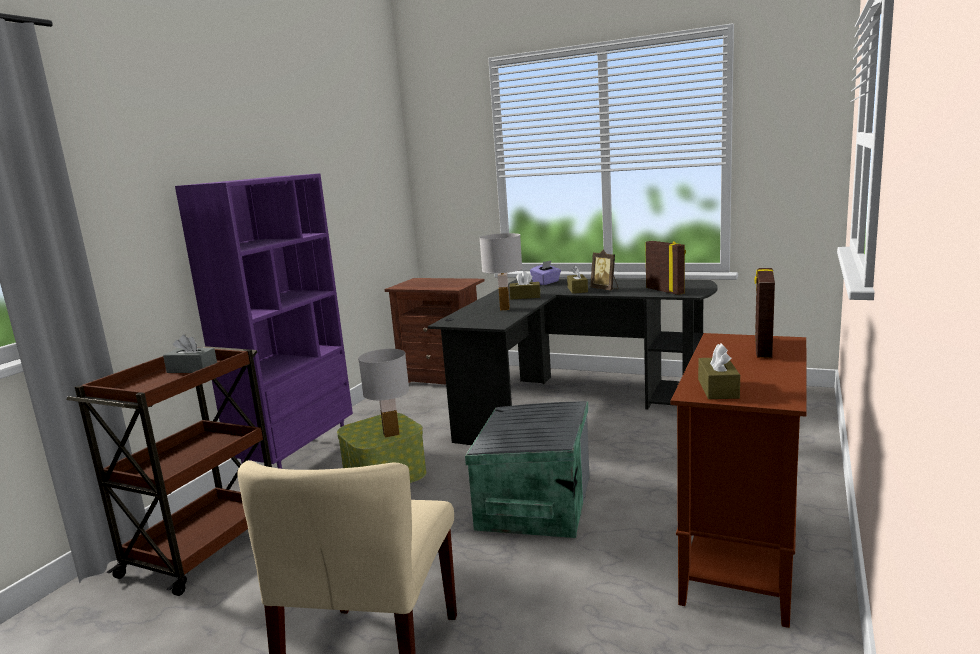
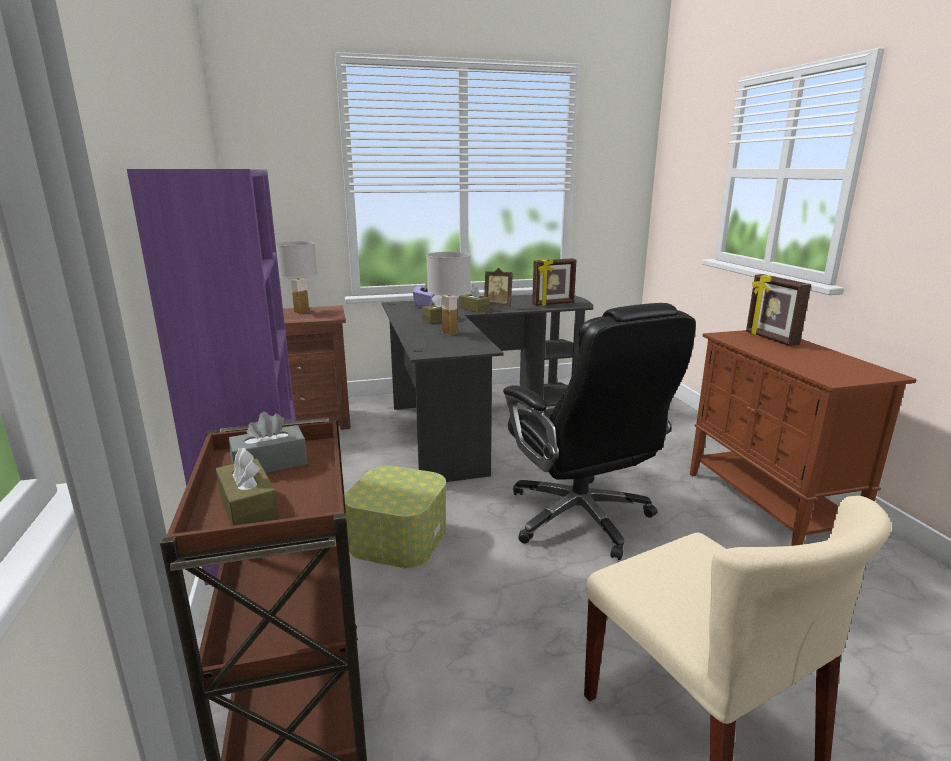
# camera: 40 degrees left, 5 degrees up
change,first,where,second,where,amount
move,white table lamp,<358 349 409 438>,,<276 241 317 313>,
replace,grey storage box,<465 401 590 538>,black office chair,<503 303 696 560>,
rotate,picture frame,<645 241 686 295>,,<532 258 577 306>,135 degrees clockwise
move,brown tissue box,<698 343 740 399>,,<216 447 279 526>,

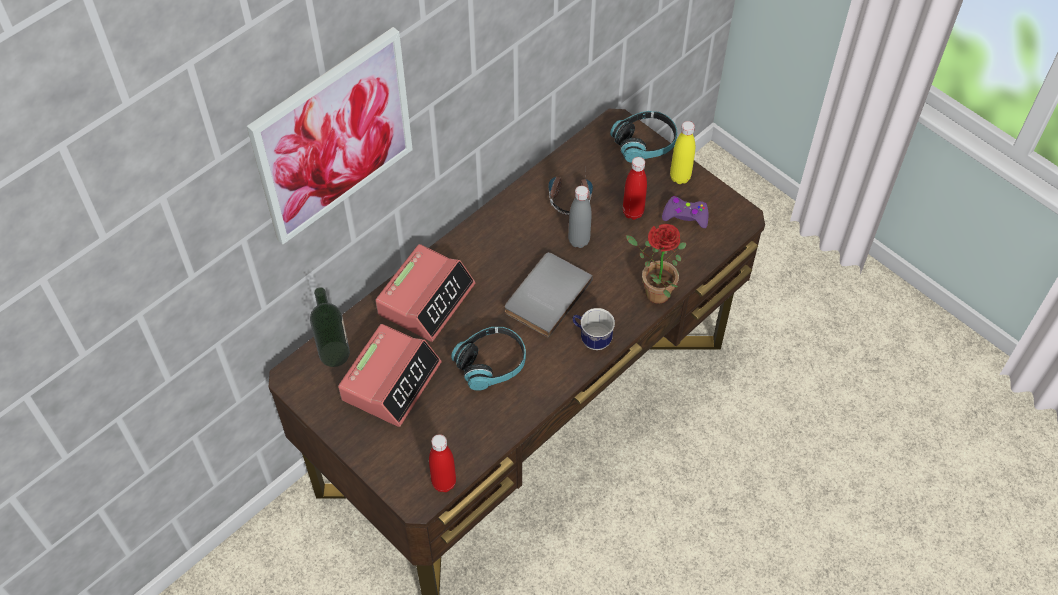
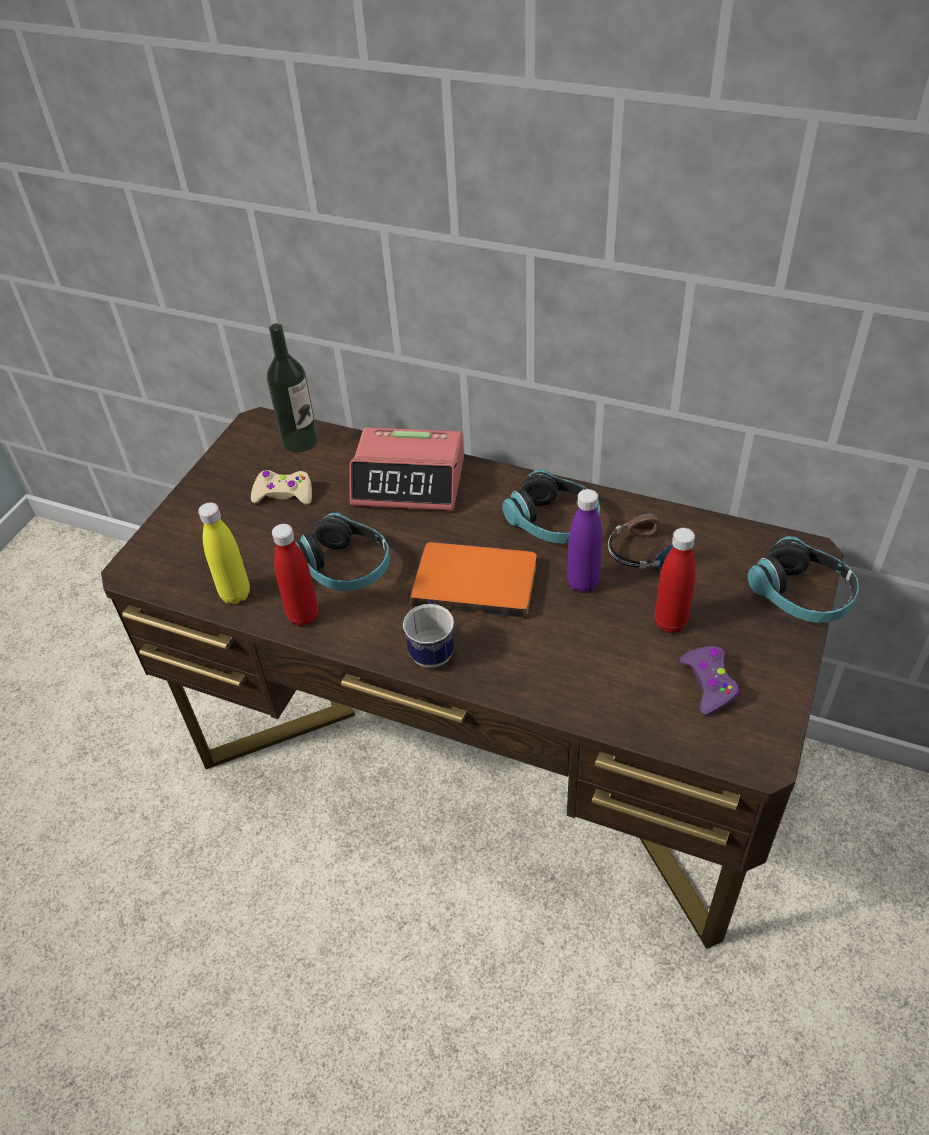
# camera: 70 degrees right, 10 degrees down
change,first,where,second,where,amount
delete,picture,<247 27 413 245>,,,
replace,alarm clock,<338 324 442 427>,beige game controller,<251 470 312 505>,
move,red bottle,<429 434 456 492>,,<272 524 319 626>,
recolor,grey book,<505 252 593 338>,orange book,<410 542 537 618>,
recolor,grey bottle,<568 186 592 248>,purple bottle,<567 489 602 593>,
delete,potted plant,<626 224 686 304>,,,
move,yellow bottle,<670 121 695 184>,,<198 503 250 604>,
insert,,,headphones,<502 470 600 543>,

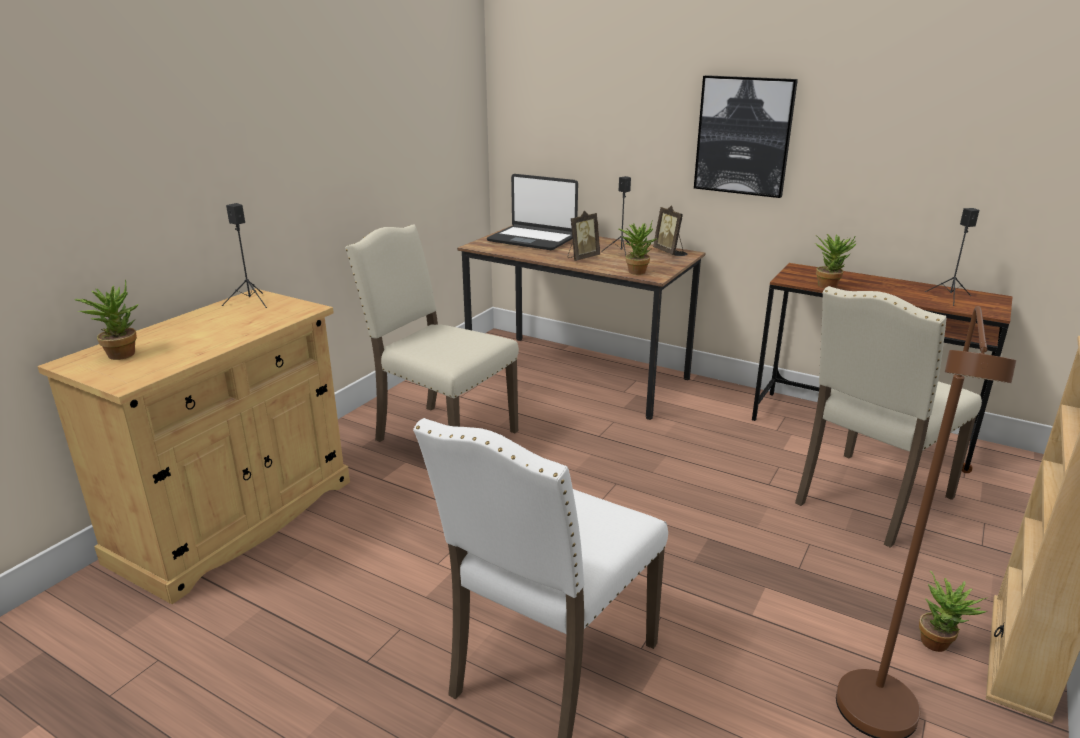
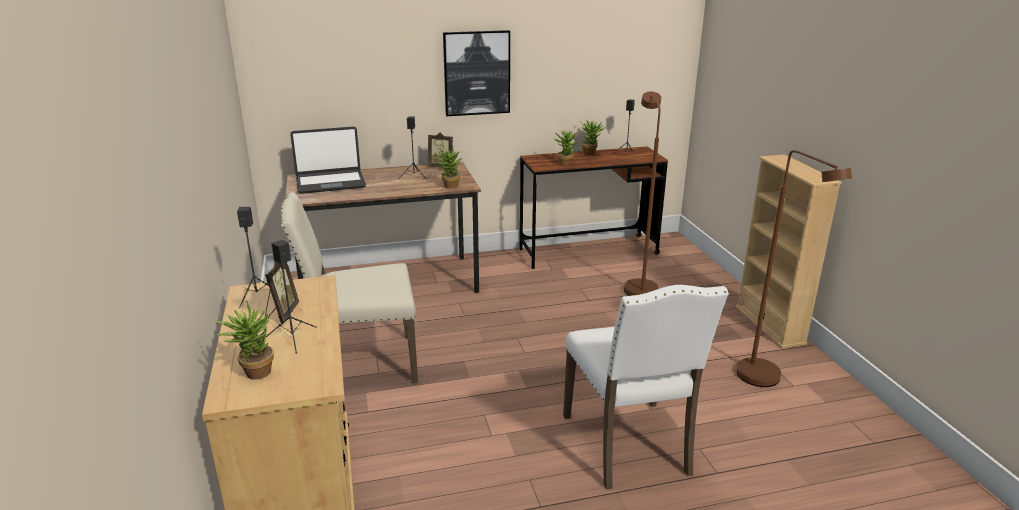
# camera: 45 degrees left, 0 degrees up
change,first,where,second,where,amount
move,picture frame,<567 211 600 261>,,<265 261 299 323>,
replace,beige chair,<795 286 982 548>,brown floor lamp,<624 91 661 296>,
move,potted plant,<919 570 988 652>,,<580 120 605 155>,
insert,,,black speaker,<266 240 317 354>,

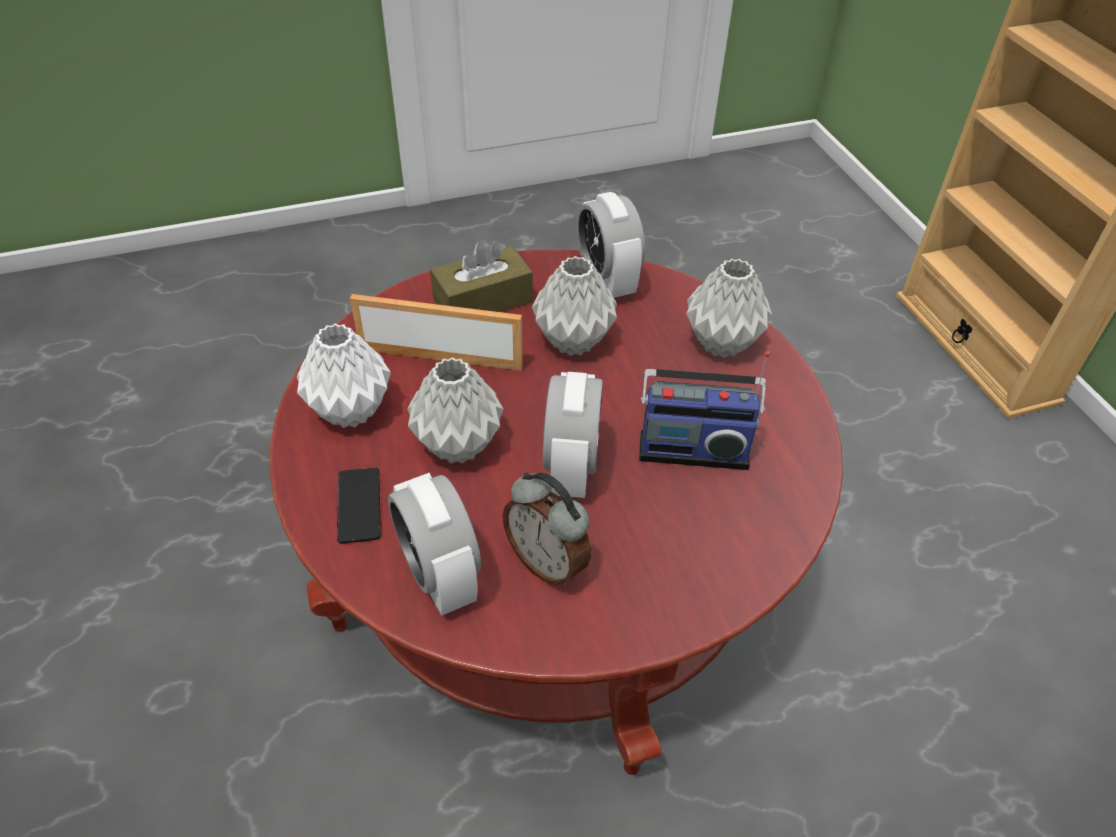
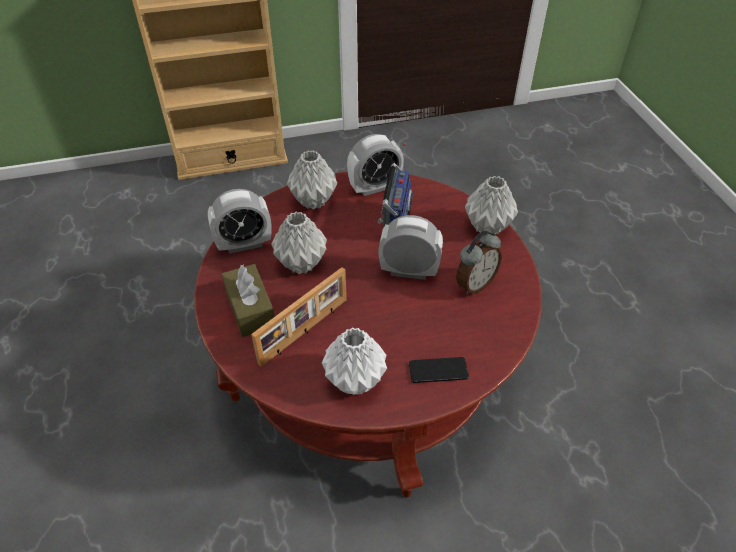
# camera: 85 degrees left, 0 degrees up
change,first,where,second,where,amount
rotate,picture frame,<350 294 523 371>,,<251 267 347 367>,150 degrees counterclockwise
move,alarm clock,<388 473 481 616>,,<347 134 404 196>,
move,grey vase,<407 357 504 464>,,<465 176 518 234>,

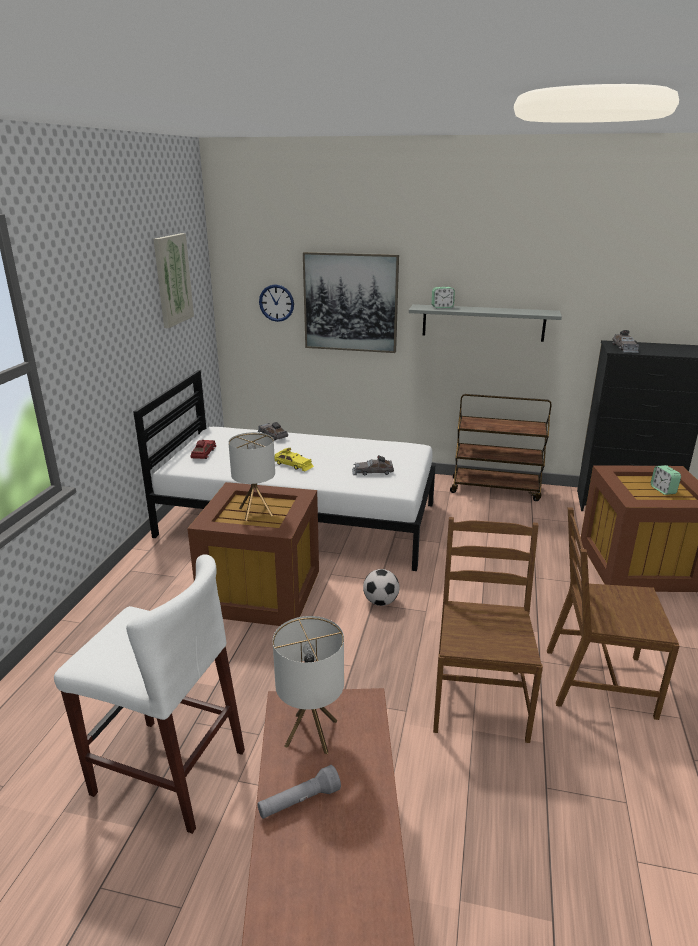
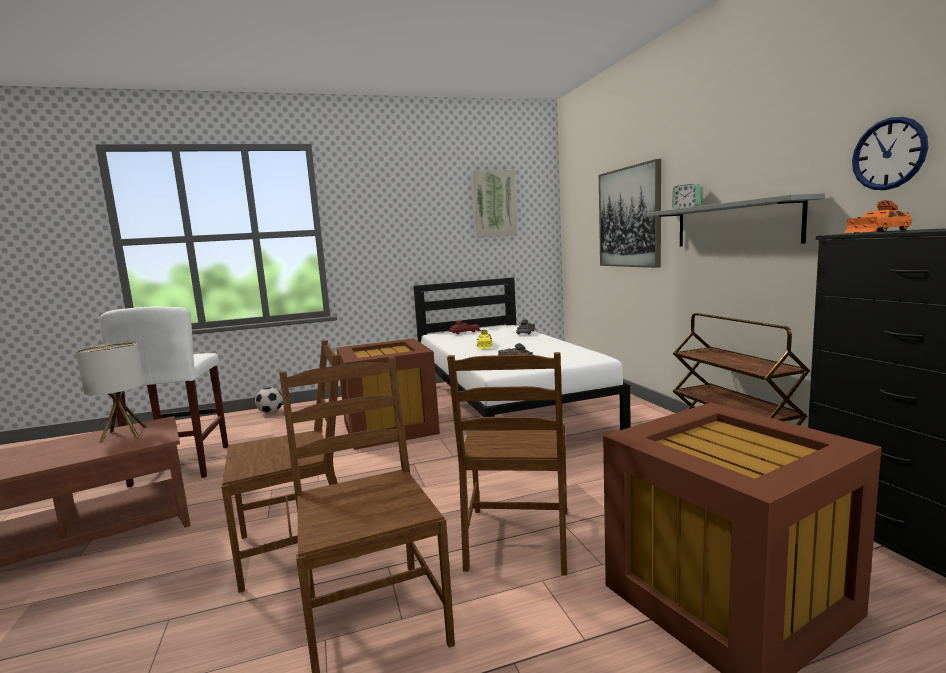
# camera: 60 degrees right, 15 degrees down
change,first,where,second,where,amount
delete,table lamp,<228 432 275 521>,,,
delete,grey flashlight,<257 765 341 819>,,,
move,wall clock,<259 284 294 322>,,<852 117 929 190>,
move,football,<363 569 400 606>,,<255 387 283 413>,
recolor,grey toy car,<612 330 639 353>,orange toy car,<843 200 912 233>,
delete,alarm clock,<651 465 681 495>,,,
insert,,,brown chair,<447 352 567 575>,

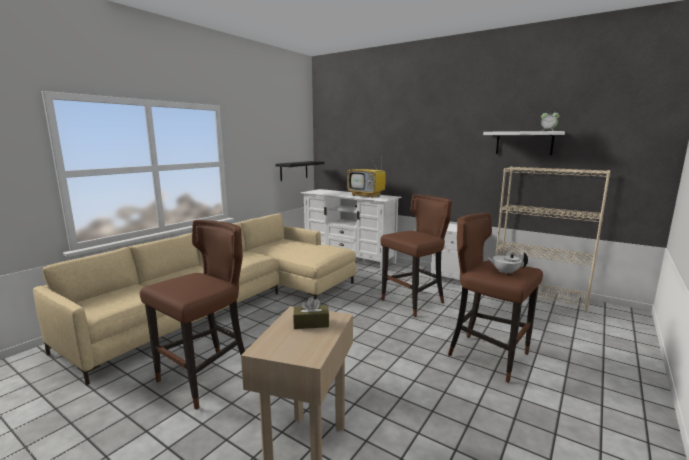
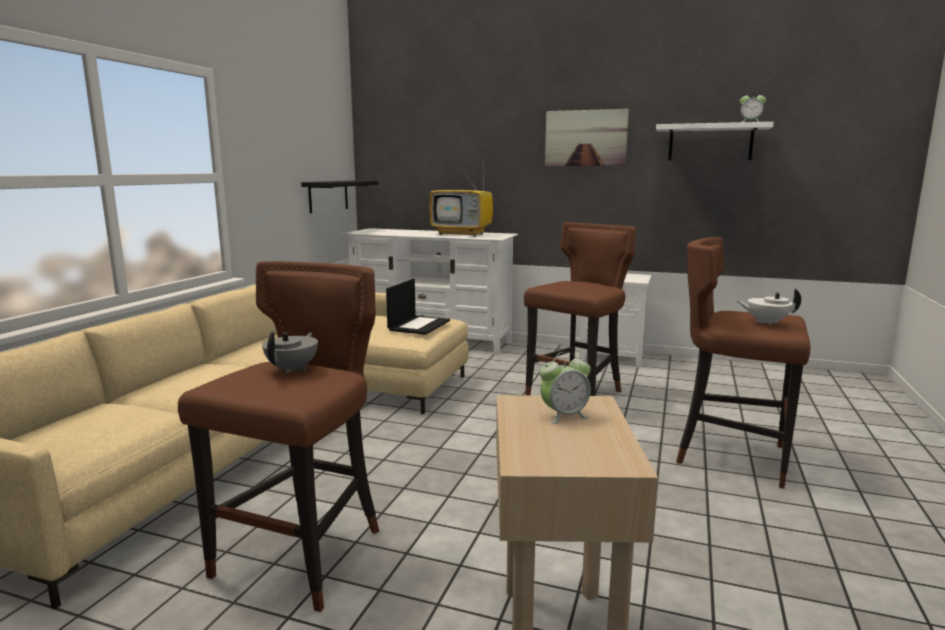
# camera: 15 degrees left, 0 degrees up
change,first,where,second,where,amount
replace,brown tissue box,<293 297 329 329>,alarm clock,<540 352 591 424>,
delete,beige bookcase,<496 166 610 312>,,,
insert,,,grey teapot,<262 331 318 374>,
insert,,,laptop,<386 279 450 335>,
insert,,,picture,<545 109 629 166>,

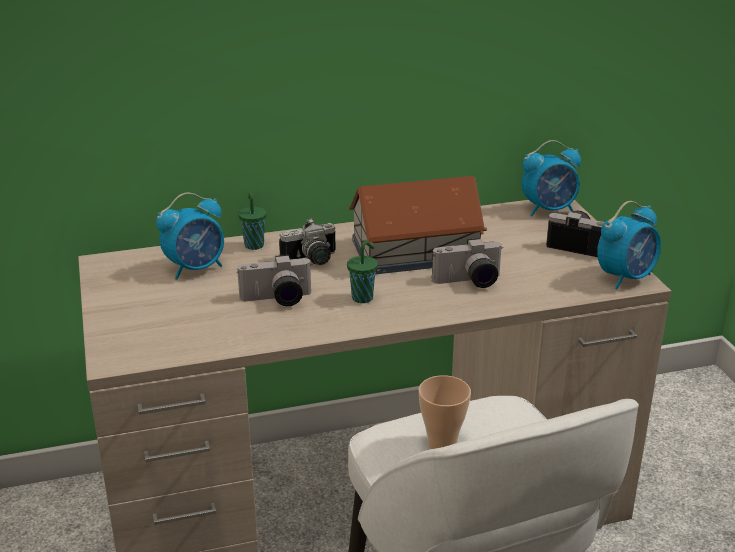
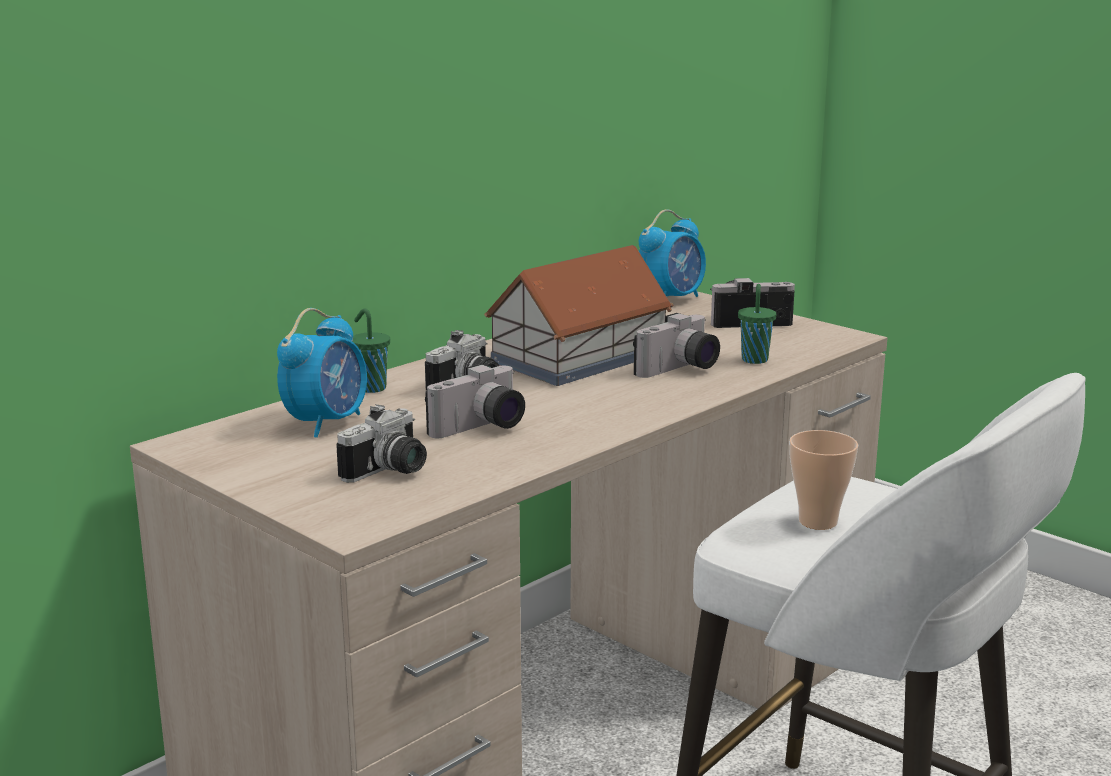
# camera: 30 degrees left, 10 degrees down
change,first,where,second,where,amount
move,green cup,<347 241 378 303>,,<738 284 776 364>,
delete,alarm clock,<597 201 661 290>,,,
insert,,,photo camera,<336 404 427 483>,

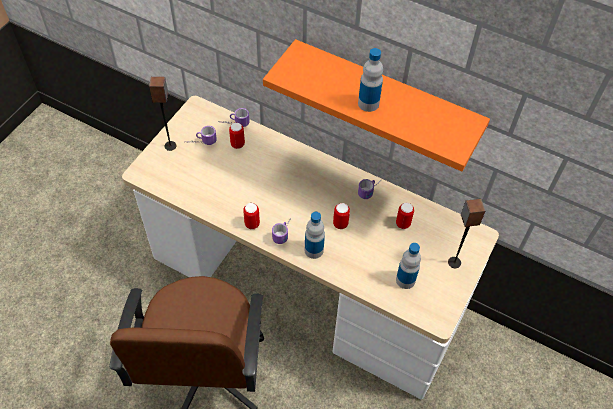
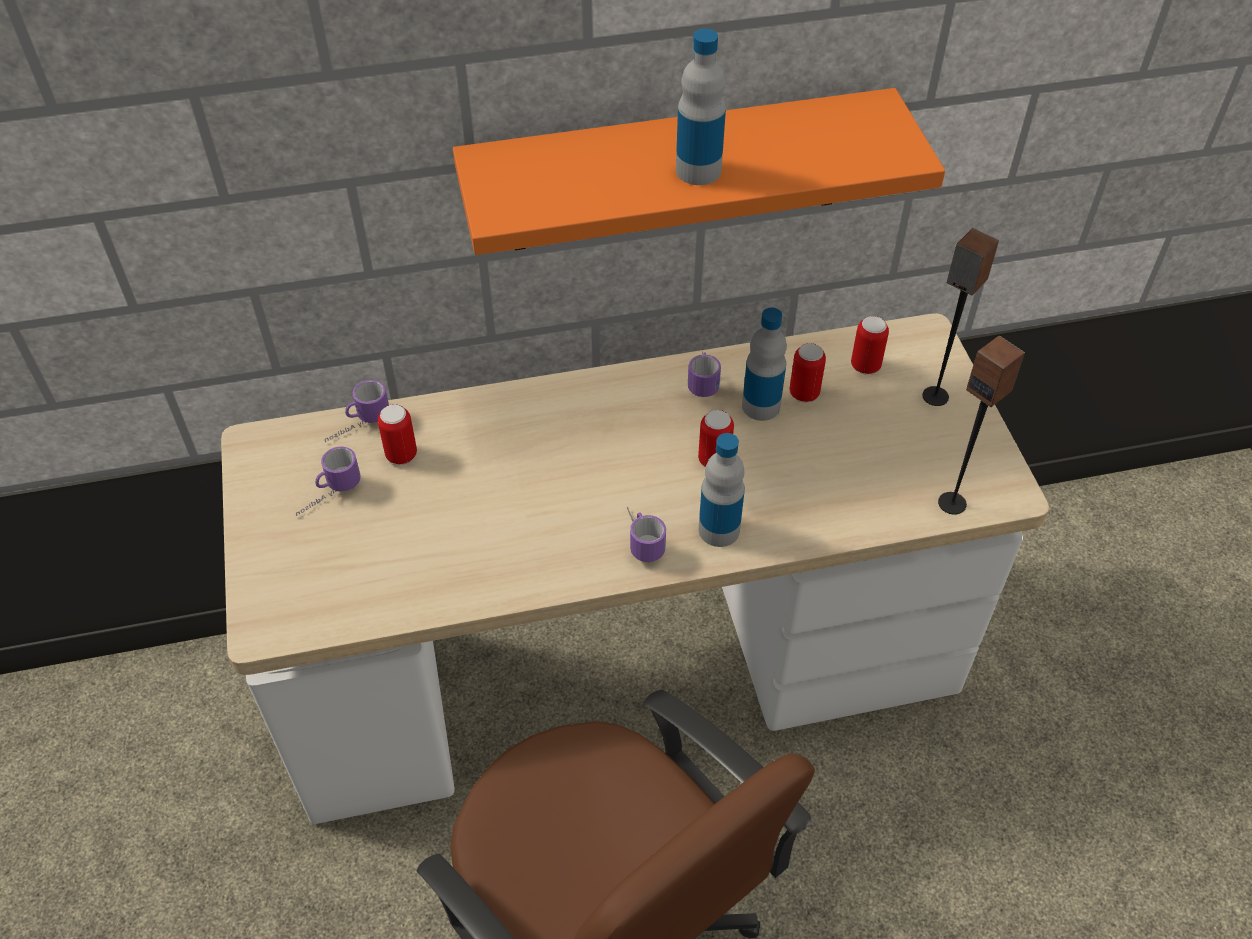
# camera: 40 degrees left, 5 degrees down
change,first,where,second,where,amount
move,speaker,<149 77 177 151>,,<938 335 1025 515>,
move,can,<243 203 260 229>,,<851 316 889 375>,
move,bottle,<396 243 421 289>,,<742 308 787 421>,

